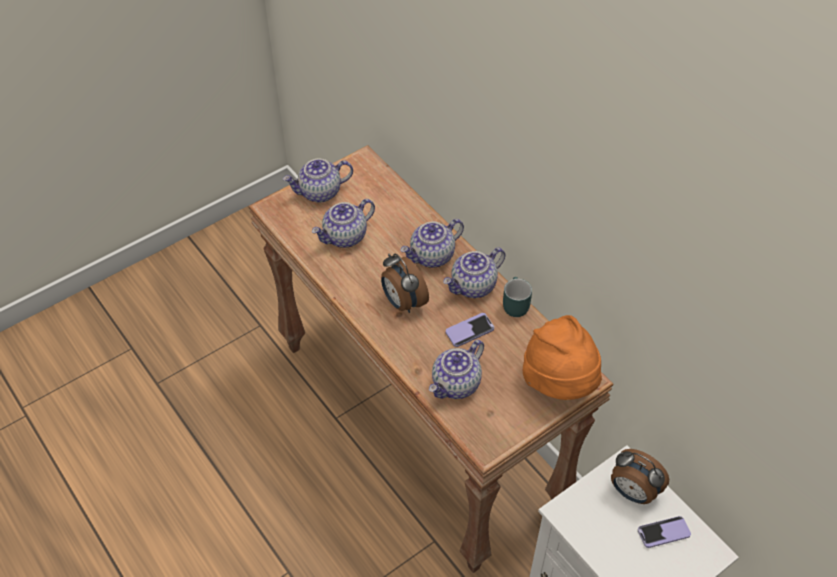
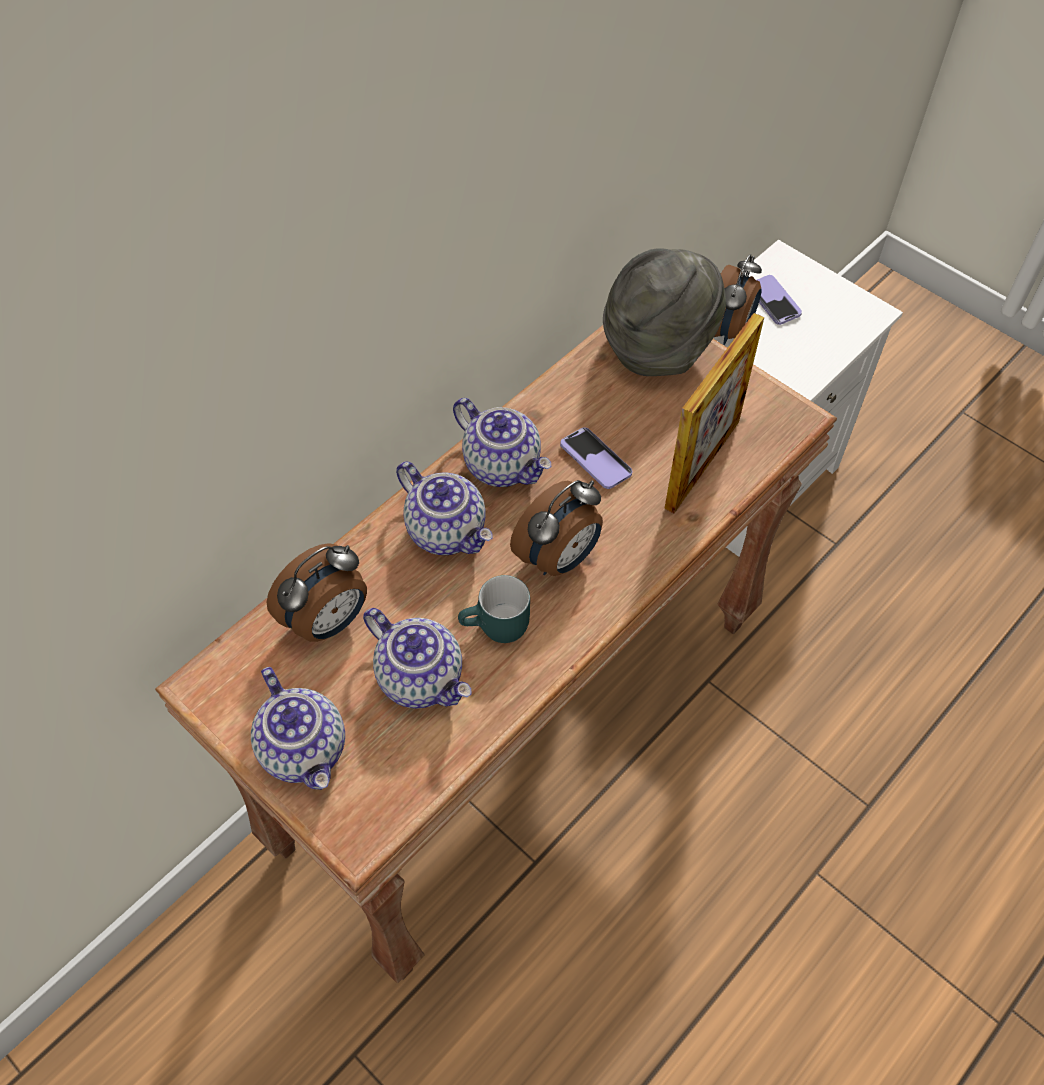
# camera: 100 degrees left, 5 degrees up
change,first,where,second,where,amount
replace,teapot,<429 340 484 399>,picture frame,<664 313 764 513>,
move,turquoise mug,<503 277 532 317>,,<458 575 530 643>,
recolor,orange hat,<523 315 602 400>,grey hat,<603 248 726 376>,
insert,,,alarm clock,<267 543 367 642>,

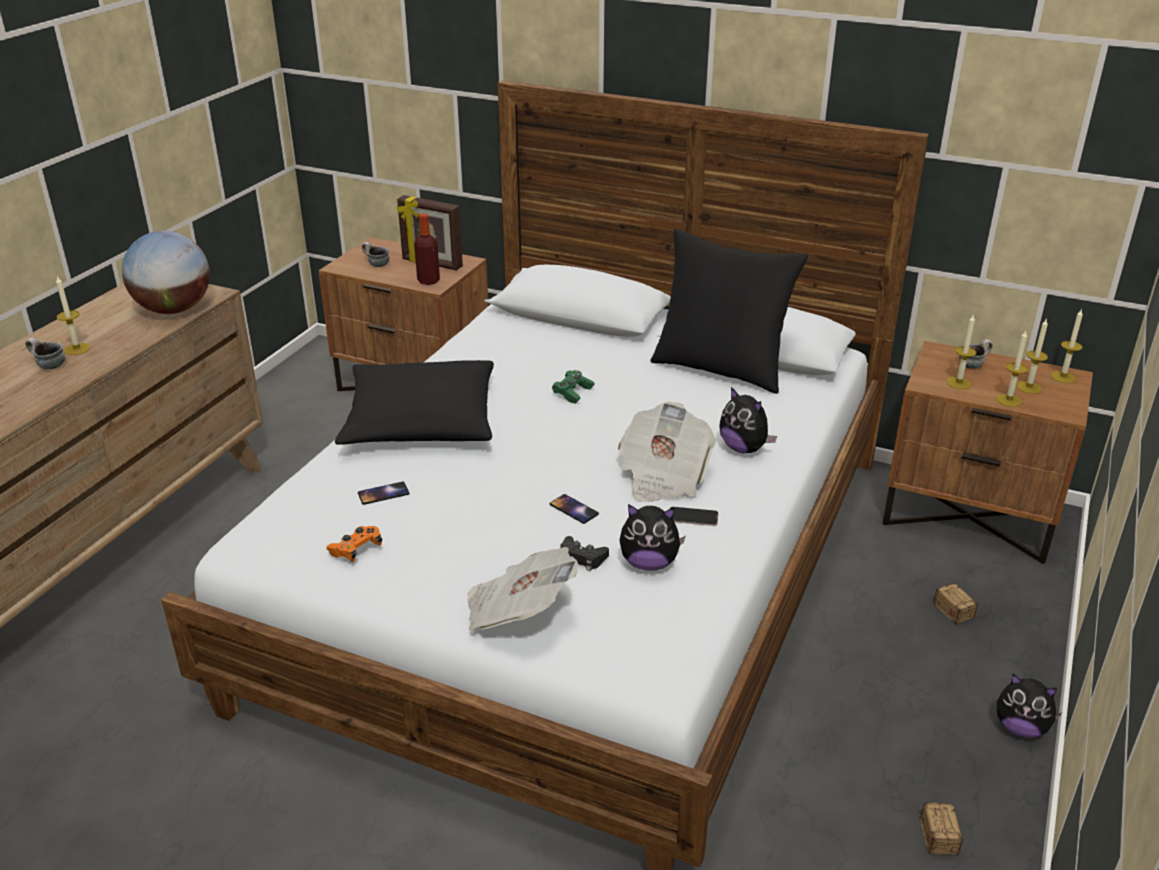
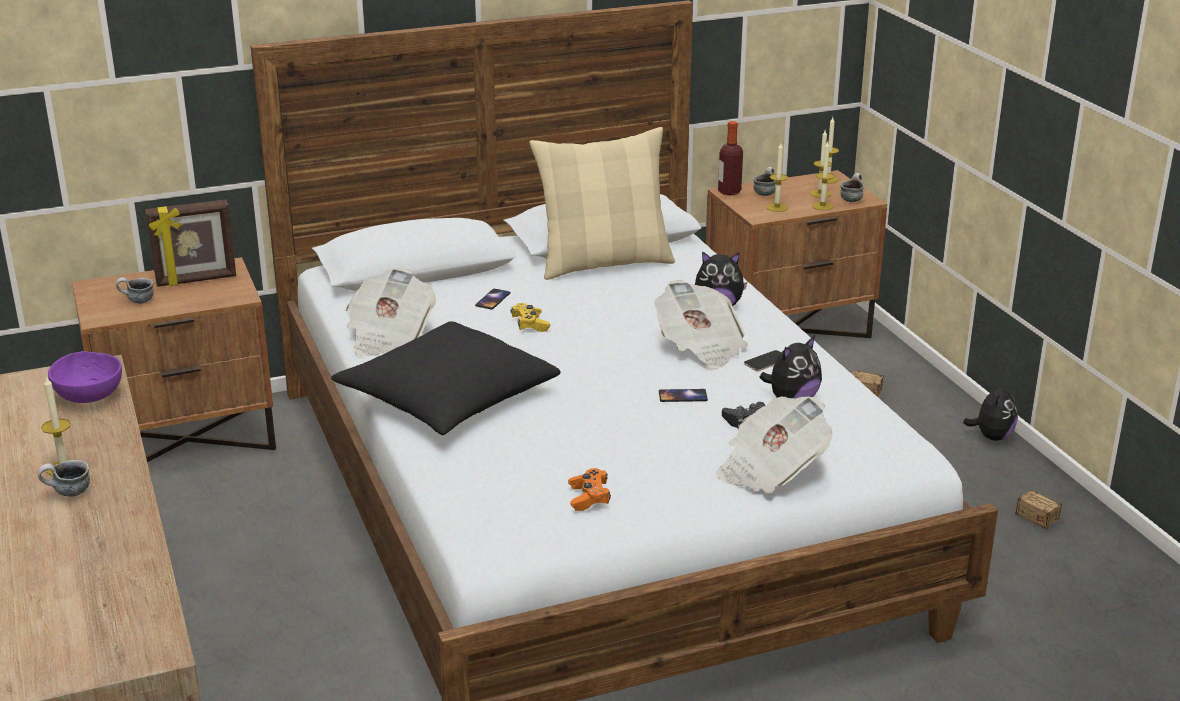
# camera: 45 degrees left, 5 degrees down
change,first,where,second,where,amount
replace,globe,<122 231 210 314>,purple bowl,<48 351 122 403>,
move,phone,<358 482 409 505>,,<475 289 510 309>,
move,bottle,<414 213 440 285>,,<718 121 743 195>,
recolor,green game controller,<552 370 594 404>,yellow game controller,<510 303 550 332>,
recolor,black pillow,<651 228 808 394>,beige pillow,<529 127 675 280>,
rotate,plush toy,<997 674 1062 738>,,<963 381 1018 441>,45 degrees counterclockwise
insert,,,newspaper,<346 268 436 356>,
insert,,,mug,<840 173 864 202>,

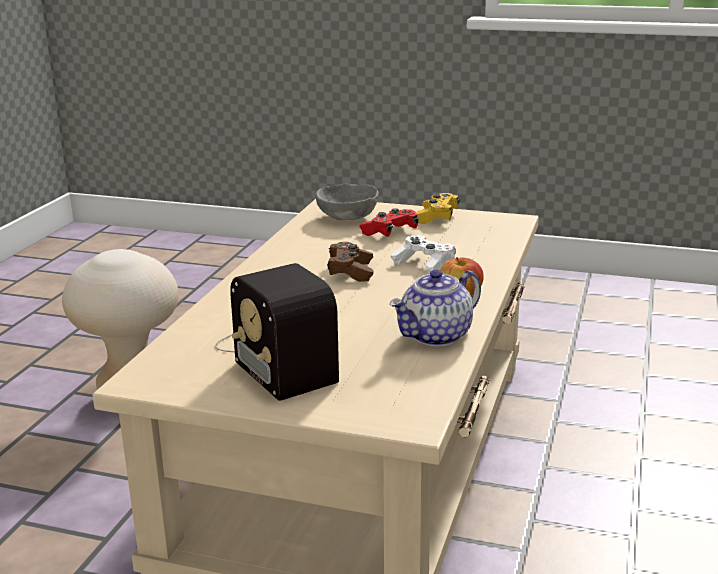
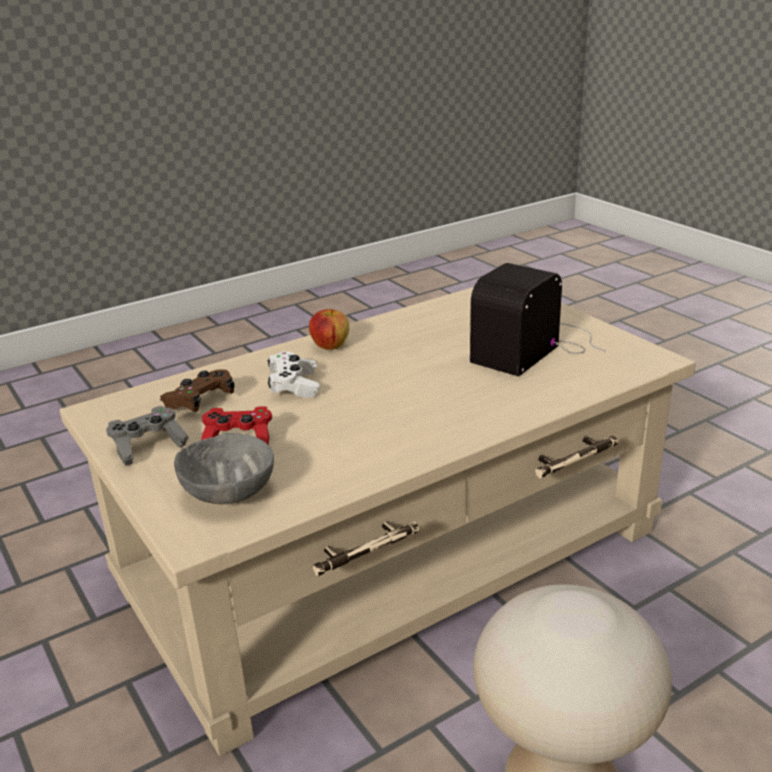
# camera: 140 degrees left, 5 degrees up
change,first,where,second,where,amount
rotate,radio,<215 263 339 401>,,<470 263 606 376>,150 degrees counterclockwise
move,brown game controller,<327 242 374 282>,,<160 369 235 412>,
delete,teapot,<389 270 481 346>,,,
recolor,yellow game controller,<415 193 460 224>,grey game controller,<106 406 189 466>,

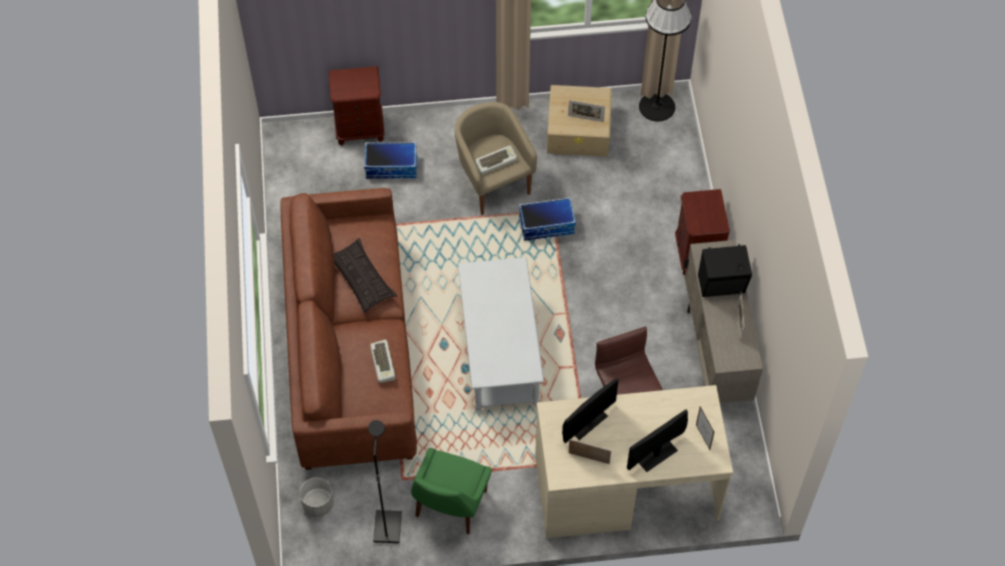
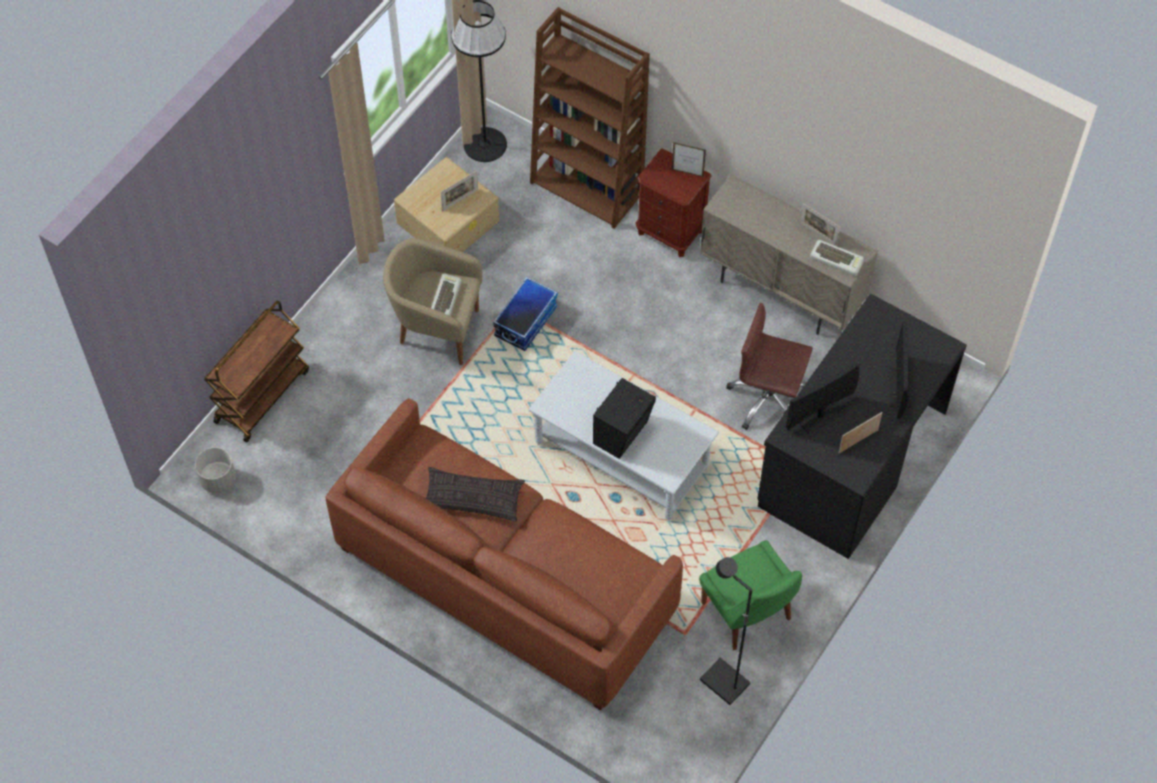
# camera: 50 degrees left, 0 degrees up
change,first,where,second,where,amount
move,grey planter,<300 478 334 517>,,<195 447 236 493>,
replace,brown nightstand,<328 66 385 146>,brown cart,<204 301 309 442>,
delete,storage box,<364 142 418 178>,,,
move,keyboard,<370 340 395 383>,,<810 240 864 276>,
recolor,beige desk,<535 385 733 538>,black desk,<757 294 967 559>,
rotate,monitor,<562 378 619 443>,,<786 362 859 434>,120 degrees counterclockwise
move,picture frame,<696 407 714 450>,,<672 142 706 177>,
move,black speaker,<698 244 752 297>,,<593 378 656 459>,
insert,,,brown bookcase,<530 7 650 229>,

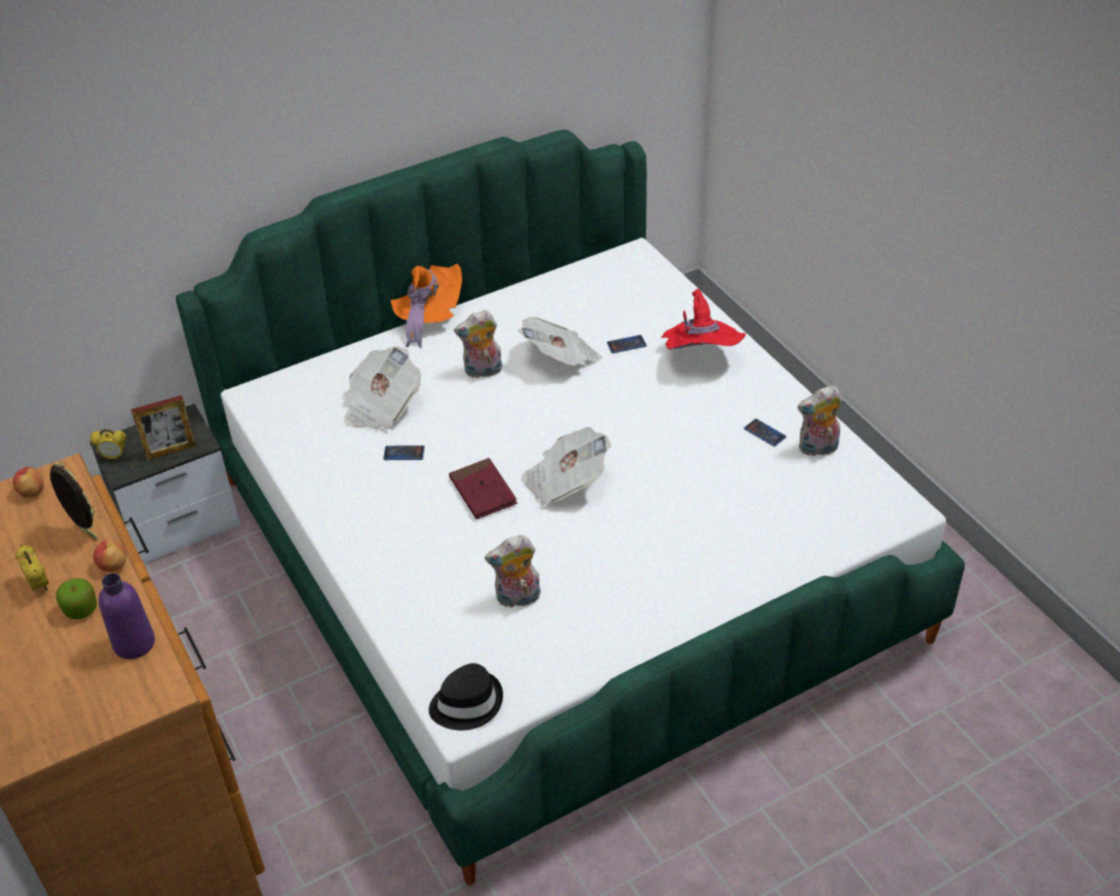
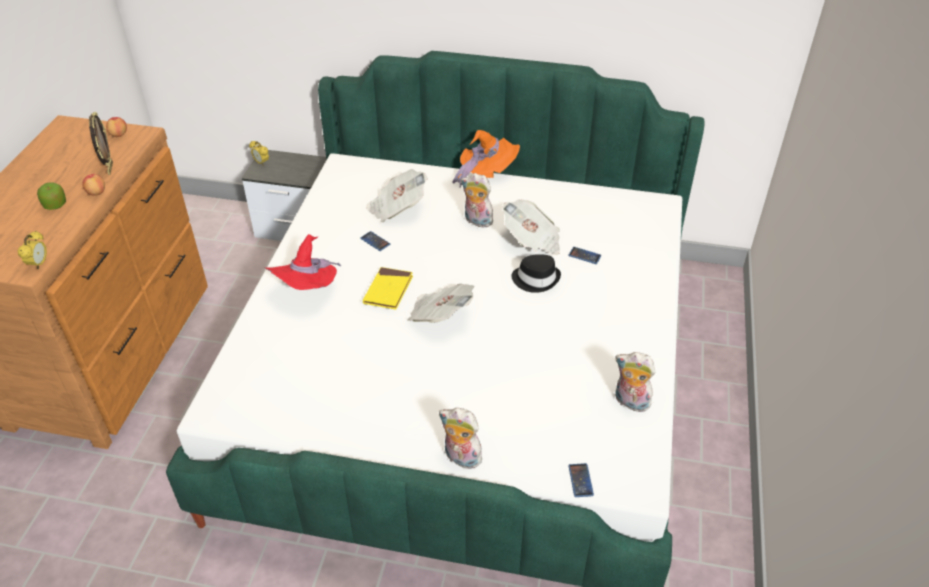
# camera: 40 degrees right, 0 degrees up
change,first,where,second,where,amount
move,alarm clock,<15 545 49 591>,,<18 231 47 269>,
delete,purple bottle,<99 573 155 659>,,,
delete,picture frame,<131 395 196 460>,,,
move,black hat,<429 663 503 730>,,<511 254 561 293>,
recolor,red book,<449 458 517 519>,yellow book,<363 267 413 310>,
move,plush toy,<485 535 541 608>,,<439 408 482 469>,
move,red hat,<661 289 746 350>,,<265 234 341 290>,
move,phone,<744 419 786 447>,,<568 463 594 497>,

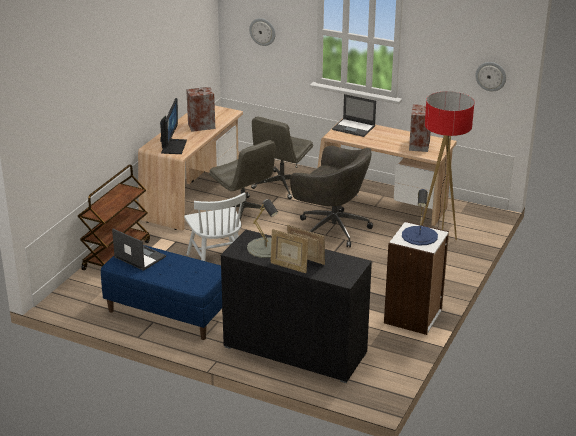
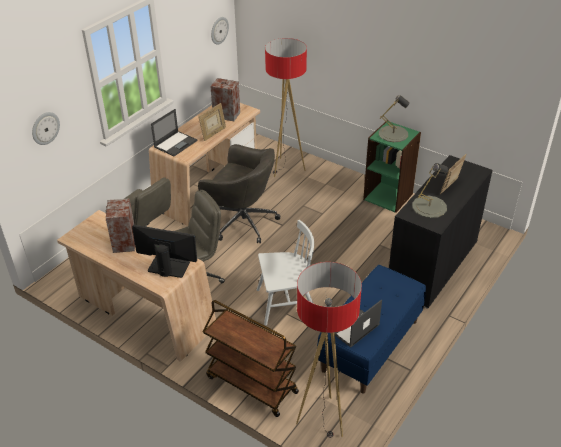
# camera: 80 degrees left, 10 degrees up
change,first,where,second,where,amount
move,picture frame,<270 229 309 273>,,<199 103 226 141>,
rotate,grey office chair,<290 146 373 247>,,<198 144 281 243>,75 degrees clockwise
recolor,white bookcase,<384 221 449 335>,green bookcase,<363 121 421 213>,
recolor,blue table lamp,<402 189 438 245>,grey table lamp,<379 95 410 142>,
insert,,,floor lamp,<296 262 362 438>,

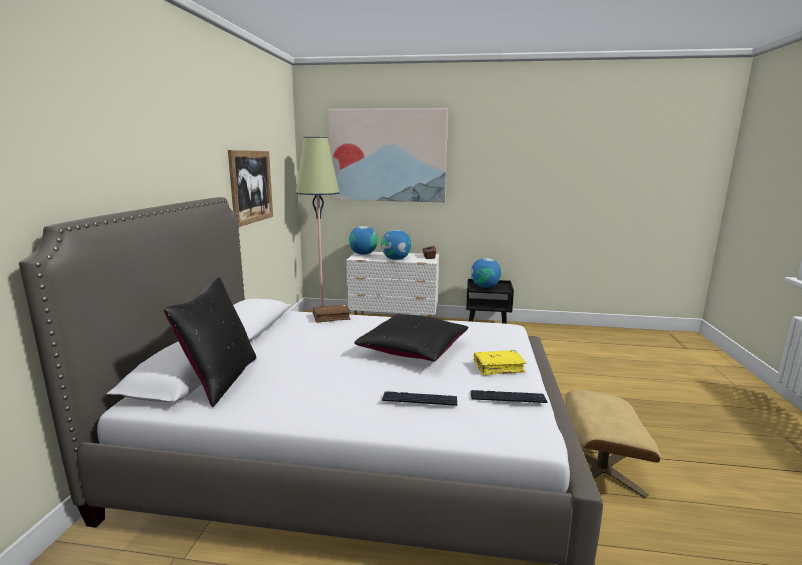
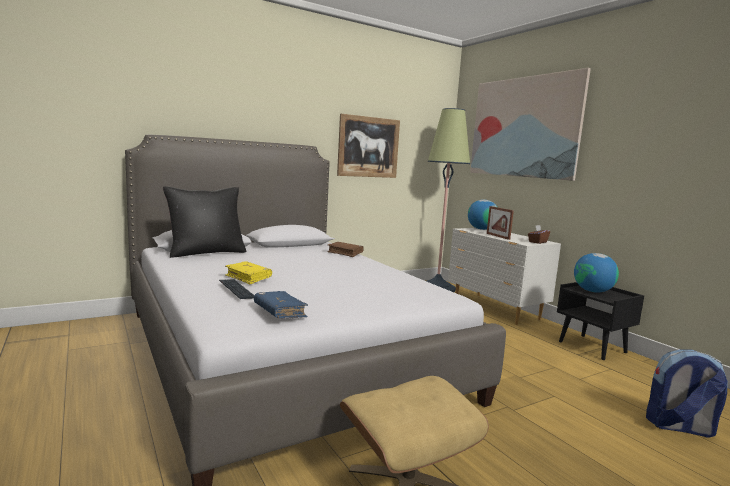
# camera: 50 degrees right, 5 degrees down
change,first,where,second,where,amount
delete,black pillow,<354 314 468 362>,,,
replace,globe,<381 230 411 260>,picture frame,<487 206 514 240>,
replace,keyboard,<471 390 548 403>,blue book,<254 291 308 318>,
move,yellow book,<474 350 527 375>,,<225 261 272 285>,
insert,,,backpack,<646 349 728 438>,

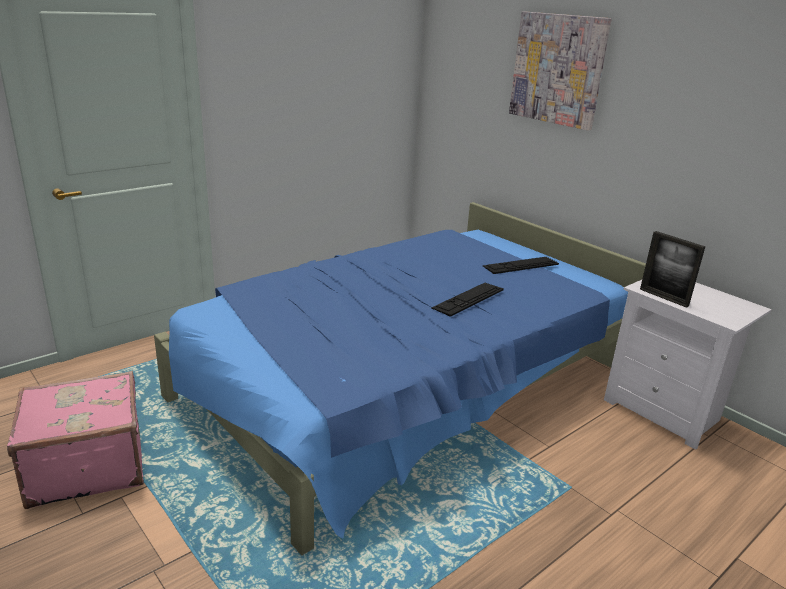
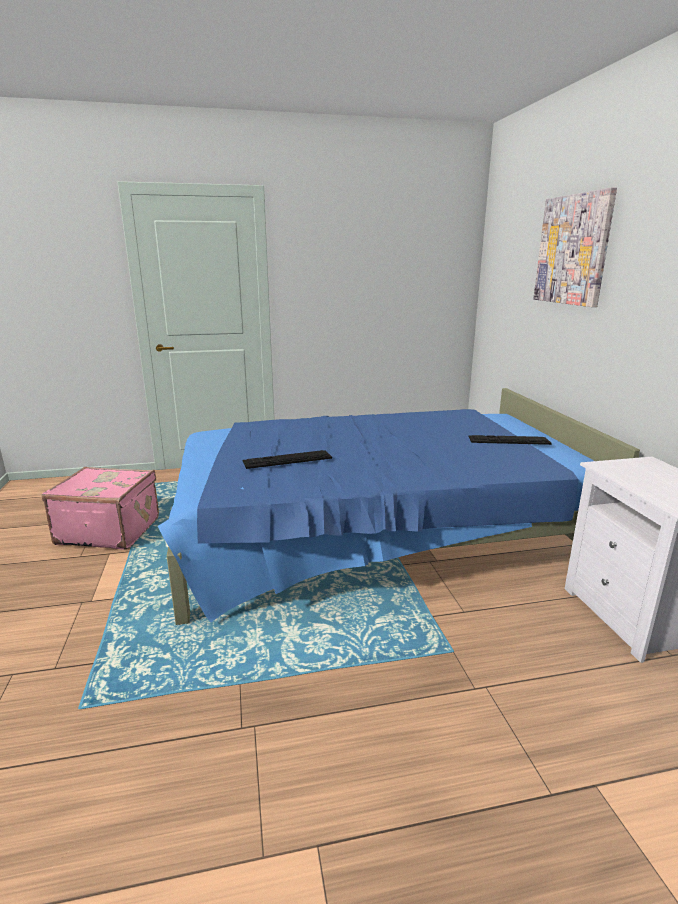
# camera: 30 degrees right, 5 degrees down
change,first,where,second,where,amount
move,keyboard,<431 283 504 317>,,<242 450 332 469>,
delete,picture frame,<640 231 706 308>,,,

